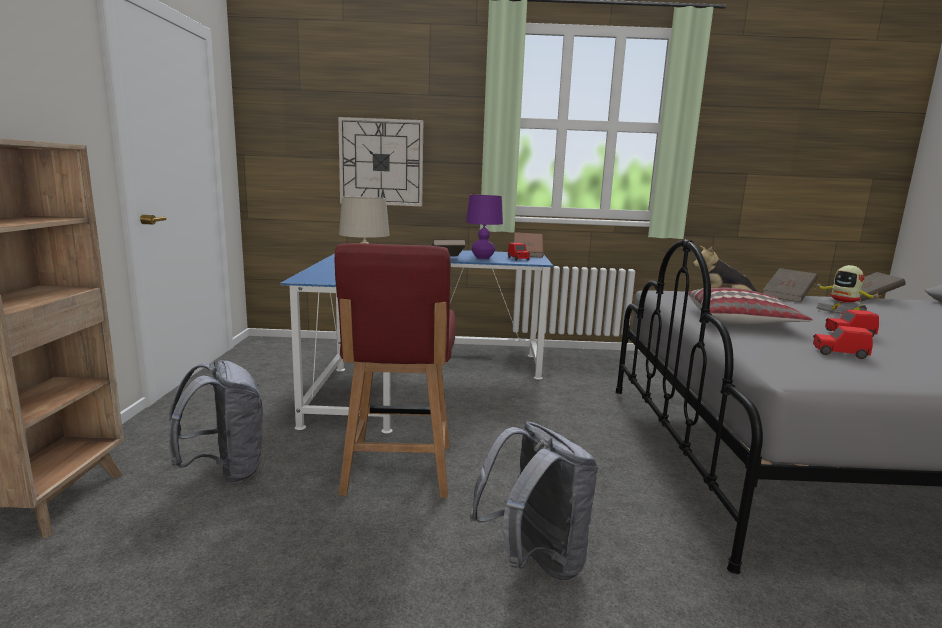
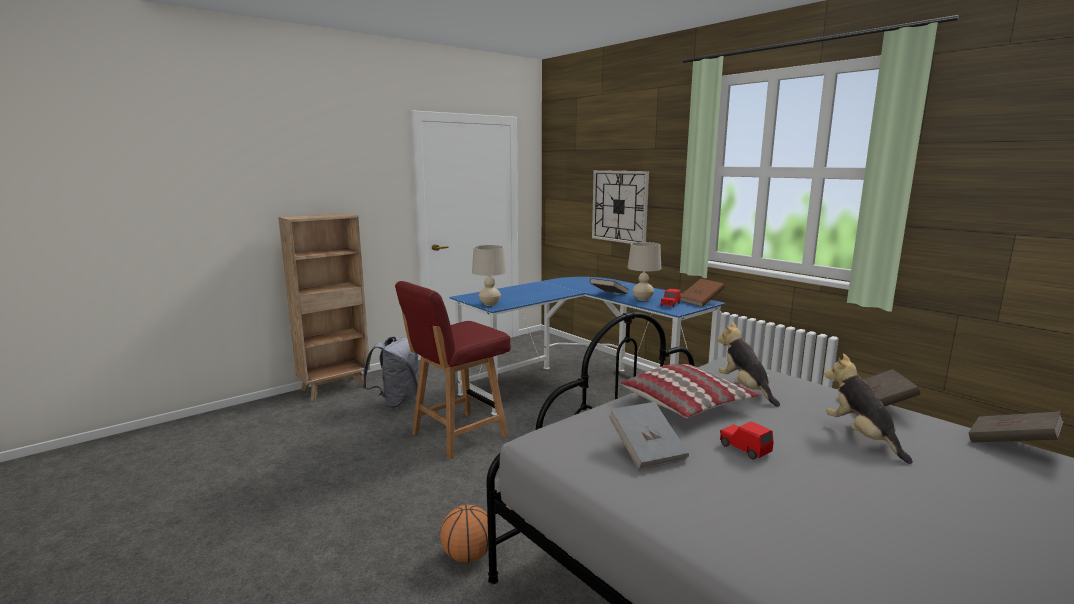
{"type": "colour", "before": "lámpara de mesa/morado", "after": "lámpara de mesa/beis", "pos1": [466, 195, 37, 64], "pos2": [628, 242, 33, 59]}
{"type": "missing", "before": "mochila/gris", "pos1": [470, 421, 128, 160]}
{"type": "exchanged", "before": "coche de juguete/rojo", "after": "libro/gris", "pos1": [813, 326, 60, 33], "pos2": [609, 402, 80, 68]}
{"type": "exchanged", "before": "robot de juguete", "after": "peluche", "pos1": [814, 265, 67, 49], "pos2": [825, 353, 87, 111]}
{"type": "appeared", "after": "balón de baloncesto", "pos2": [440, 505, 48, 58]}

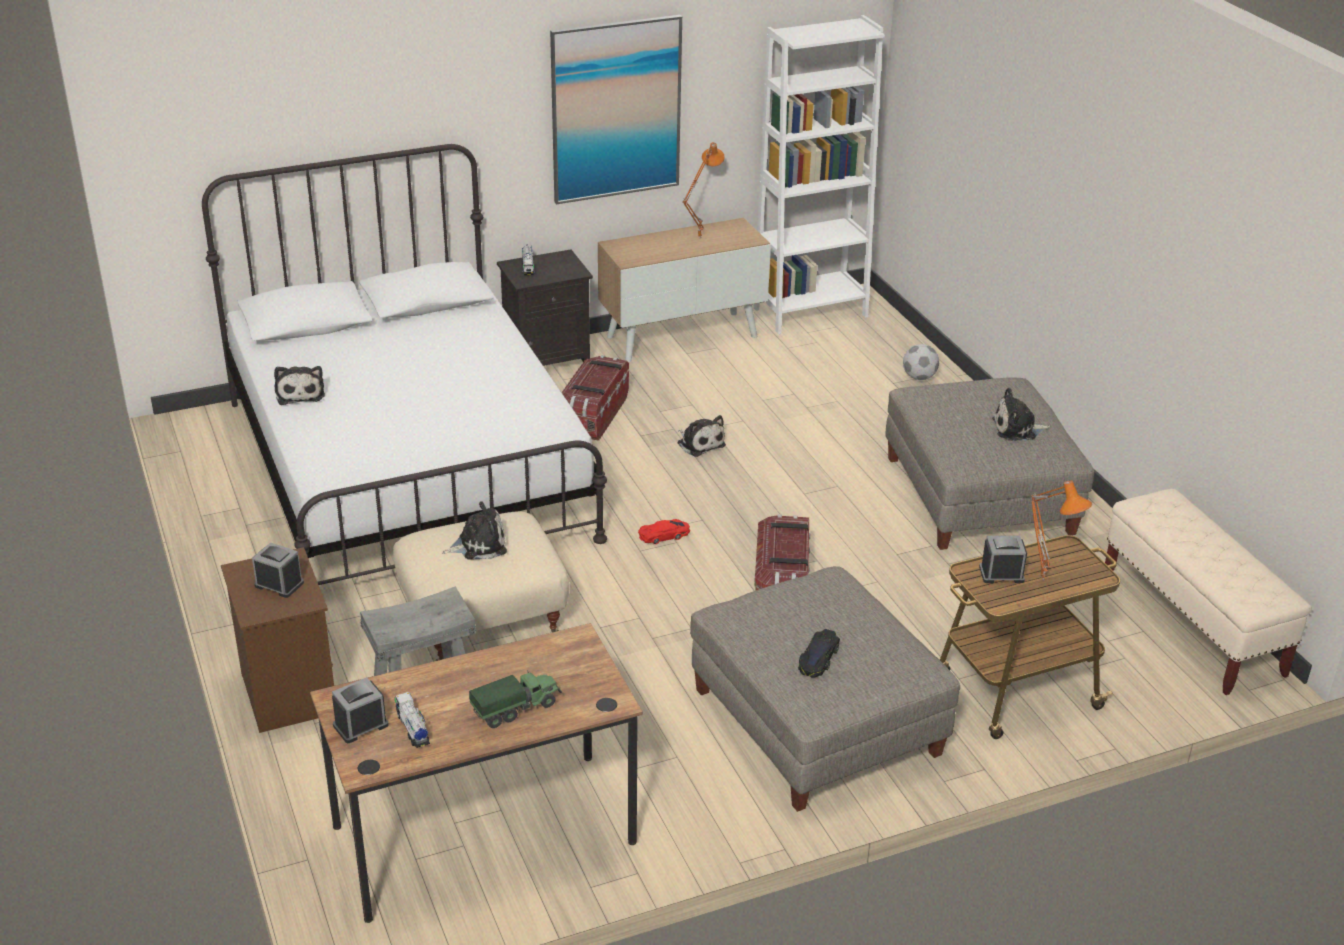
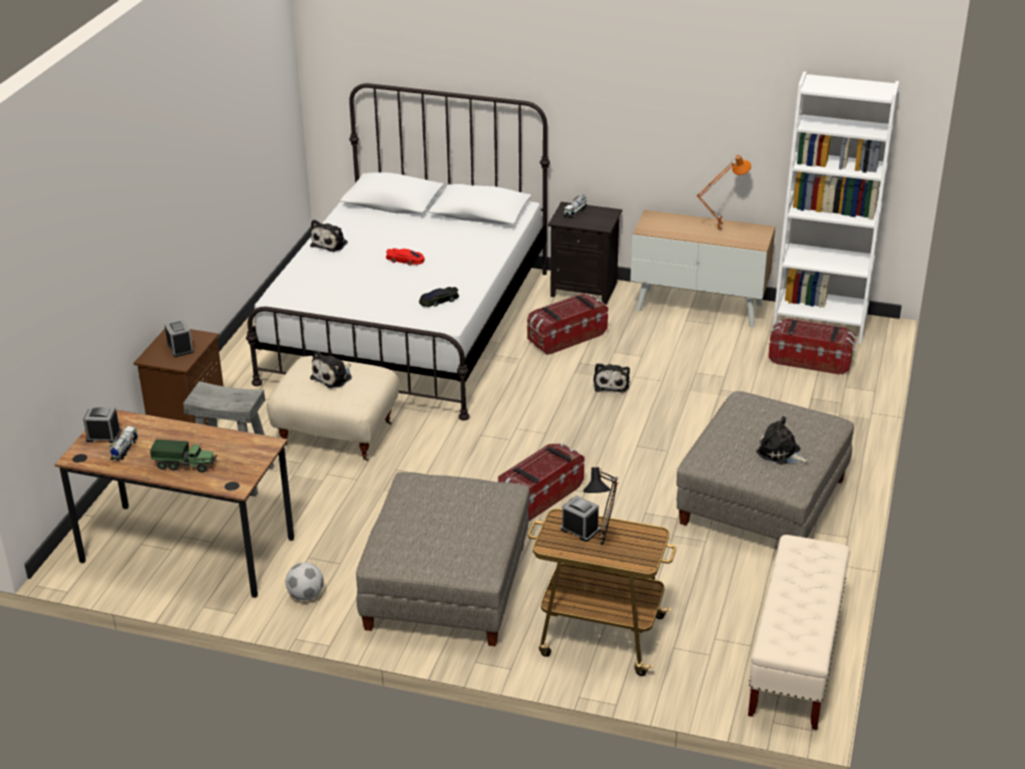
{"type": "spun", "before": "peluche", "pos1": [442, 501, 65, 58], "pos2": [310, 350, 42, 39], "turn": 105}
{"type": "missing", "before": "cuadro", "pos1": [550, 15, 132, 189]}
{"type": "relocated", "before": "coche de juguete/rojo", "pos1": [638, 519, 52, 25], "pos2": [386, 248, 39, 17]}
{"type": "relocated", "before": "coche de juguete/negro", "pos1": [798, 629, 42, 49], "pos2": [419, 287, 40, 20]}
{"type": "relocated", "before": "balón de fútbol", "pos1": [903, 344, 36, 36], "pos2": [286, 563, 38, 37]}
{"type": "colour", "before": "lámpara de mesa/naranja", "after": "lámpara de mesa/negro", "pos1": [1031, 480, 61, 101], "pos2": [583, 467, 36, 80]}
{"type": "appeared", "after": "caja de almacenaje", "pos2": [768, 318, 88, 57]}

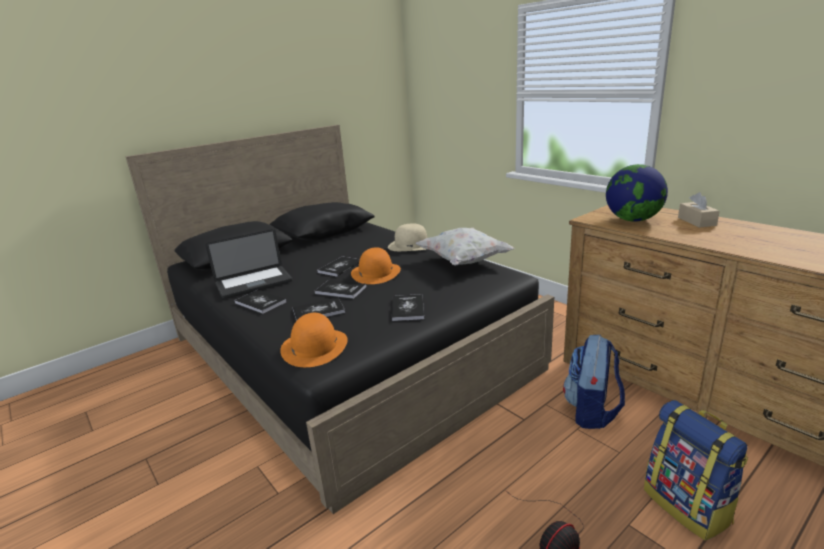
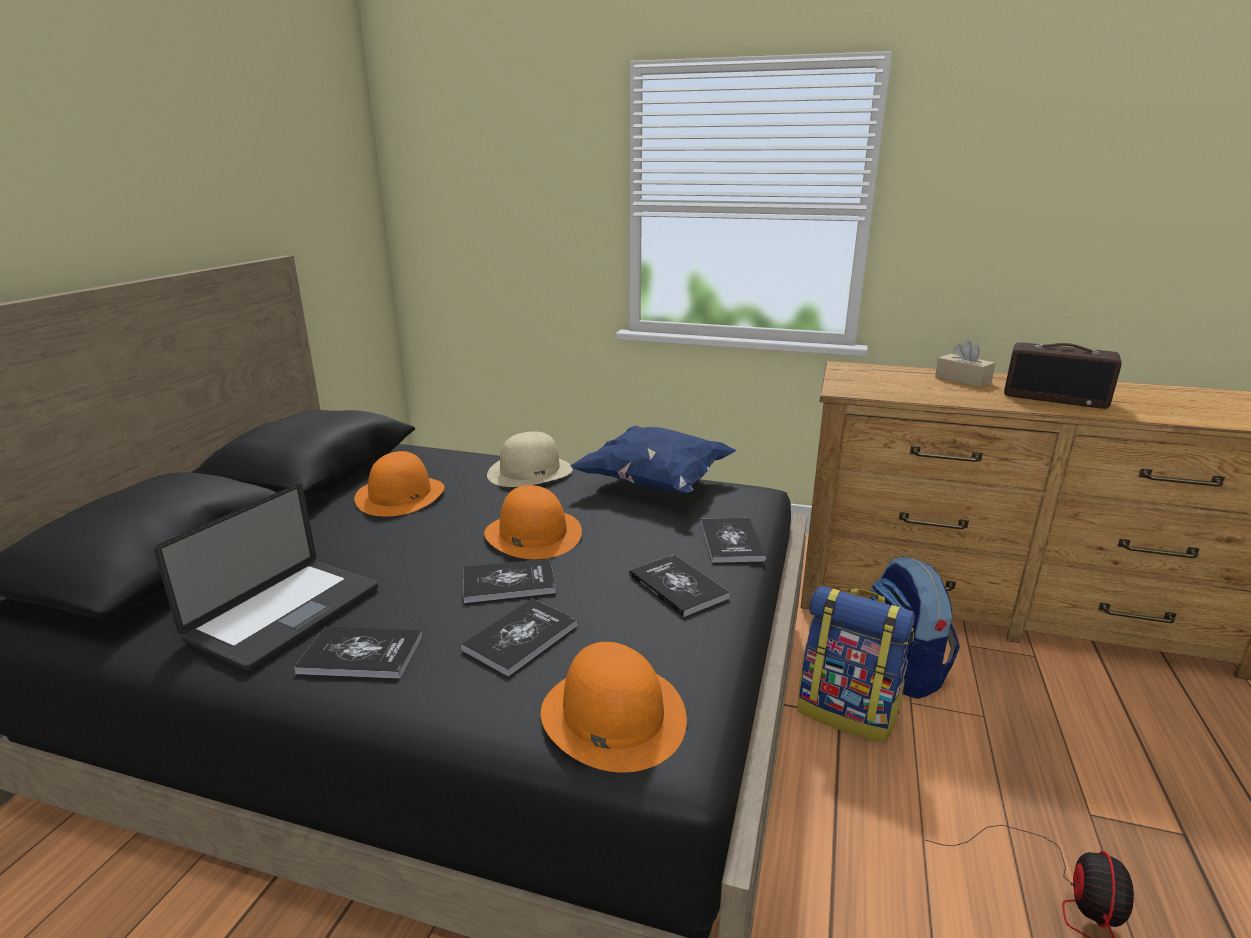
{"type": "relocated", "before": "libro", "pos1": [318, 256, 42, 21], "pos2": [701, 518, 65, 45]}
{"type": "colour", "before": "cojín/blanco", "after": "cojín/azul", "pos1": [415, 228, 99, 38], "pos2": [570, 425, 167, 69]}
{"type": "missing", "before": "globo terráqueo", "pos1": [606, 164, 62, 58]}
{"type": "relocated", "before": "mochila", "pos1": [644, 400, 105, 141], "pos2": [797, 586, 117, 158]}
{"type": "appeared", "after": "sombrero/naranja", "pos2": [354, 451, 90, 65]}
{"type": "appeared", "after": "radio", "pos2": [1004, 342, 118, 67]}

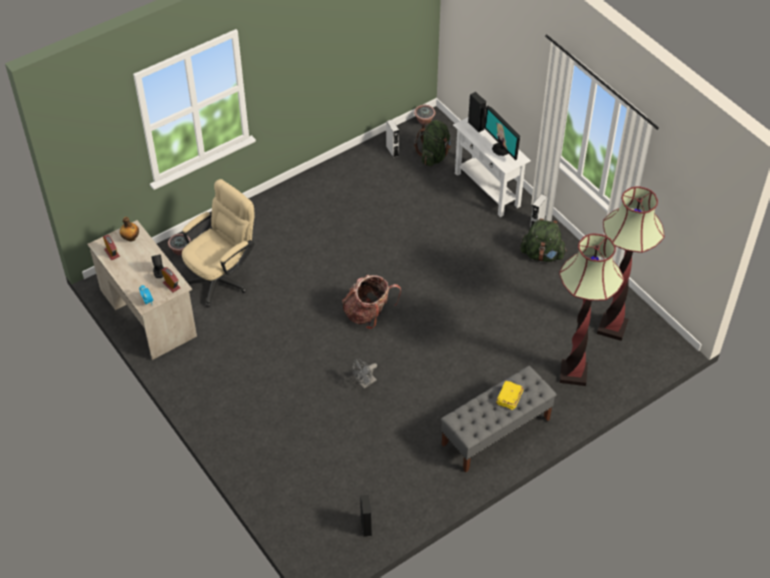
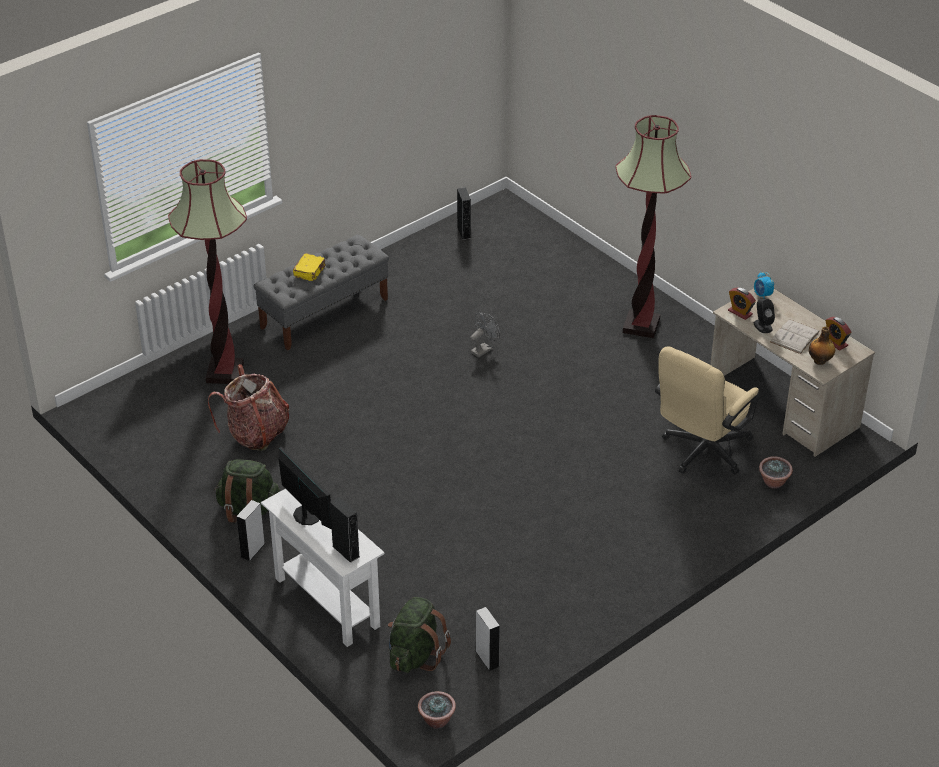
{"type": "relocated", "before": "mochila", "pos1": [342, 275, 59, 54], "pos2": [208, 364, 81, 87]}
{"type": "relocated", "before": "lámpara de pie", "pos1": [597, 186, 68, 155], "pos2": [615, 115, 76, 223]}
{"type": "appeared", "after": "libro/blanco", "pos2": [770, 319, 50, 35]}

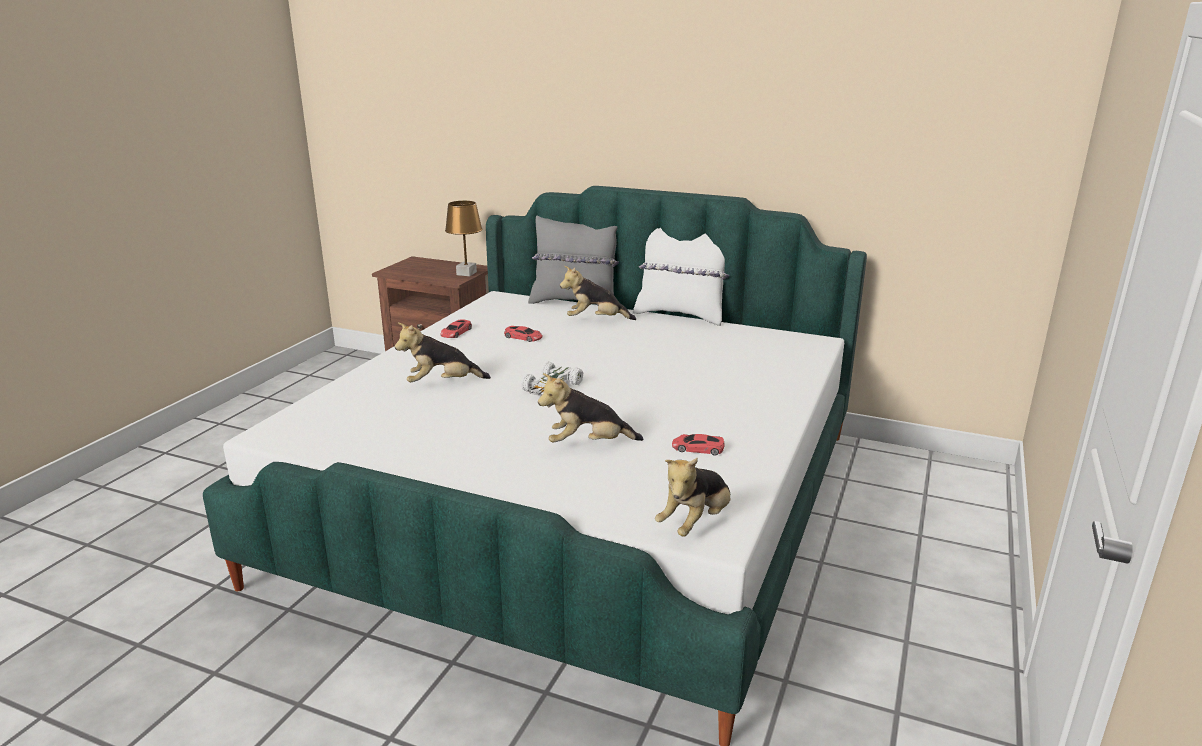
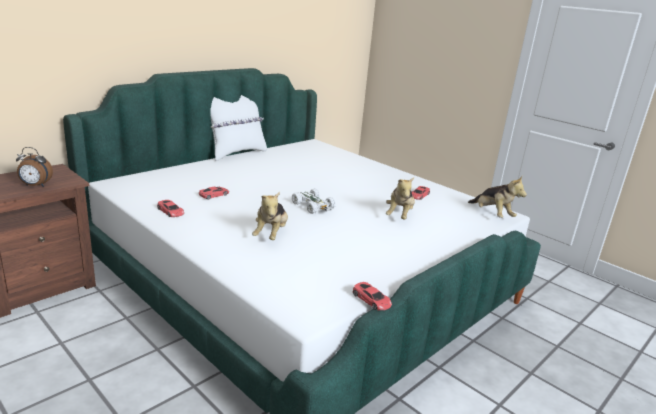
{"type": "missing", "before": "lámpara de mesa/marrón", "pos1": [445, 201, 37, 75]}
{"type": "missing", "before": "cojín/gris", "pos1": [528, 216, 91, 89]}
{"type": "missing", "before": "peluche", "pos1": [560, 266, 76, 54]}
{"type": "appeared", "after": "despertador", "pos2": [16, 147, 37, 40]}
{"type": "appeared", "after": "coche de juguete/rojo", "pos2": [353, 282, 39, 28]}

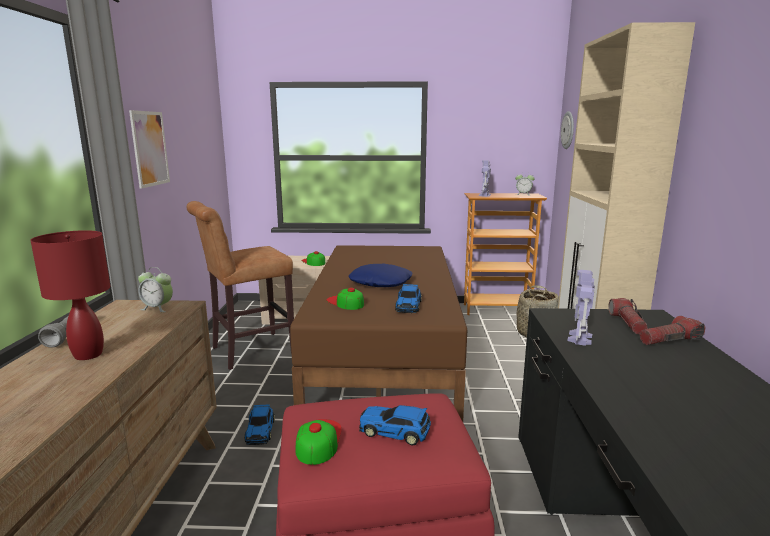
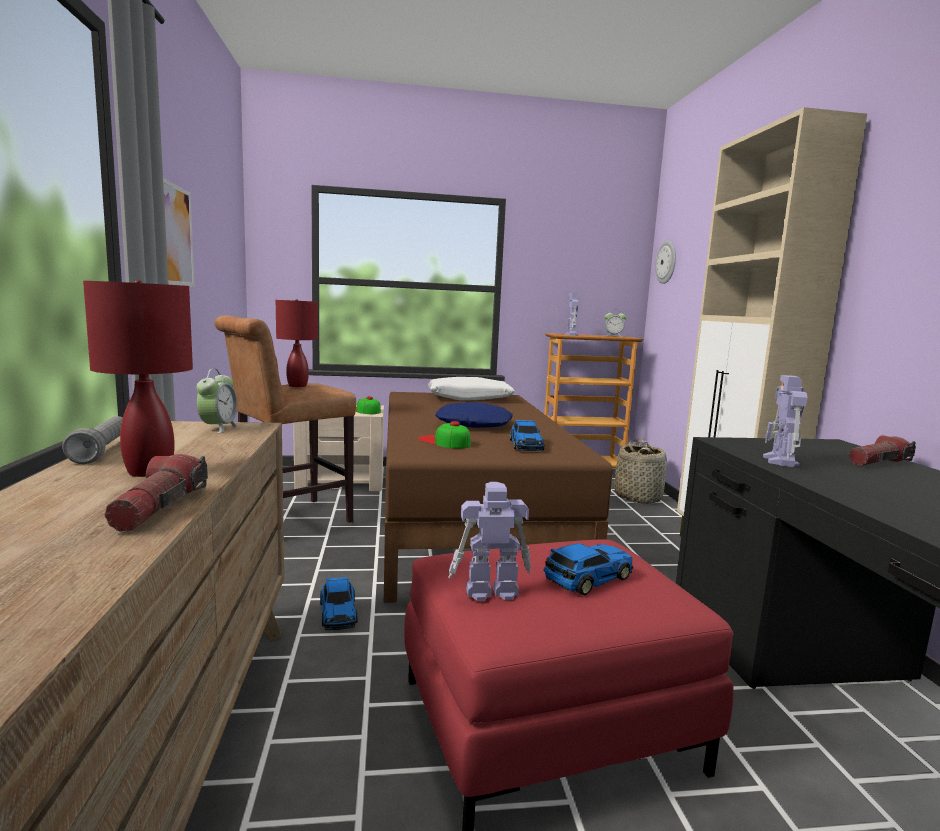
{"type": "spun", "before": "despertador", "pos1": [138, 267, 35, 45], "pos2": [197, 369, 42, 65], "turn": -90}
{"type": "exchanged", "before": "gorra", "after": "robot de juguete", "pos1": [295, 419, 47, 46], "pos2": [448, 482, 83, 119]}
{"type": "spun", "before": "coche de juguete", "pos1": [359, 405, 72, 41], "pos2": [543, 543, 90, 52], "turn": 135}
{"type": "relocated", "before": "linterna", "pos1": [608, 298, 40, 36], "pos2": [105, 454, 103, 78]}
{"type": "appeared", "after": "lámpara de mesa/rojo", "pos2": [276, 299, 42, 88]}
{"type": "appeared", "after": "cojín/blanco", "pos2": [428, 377, 87, 23]}

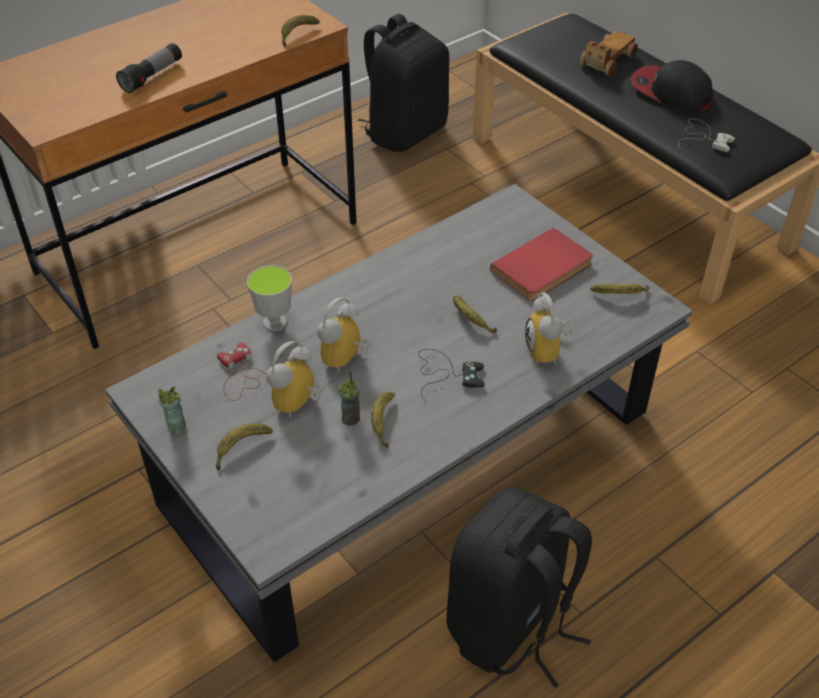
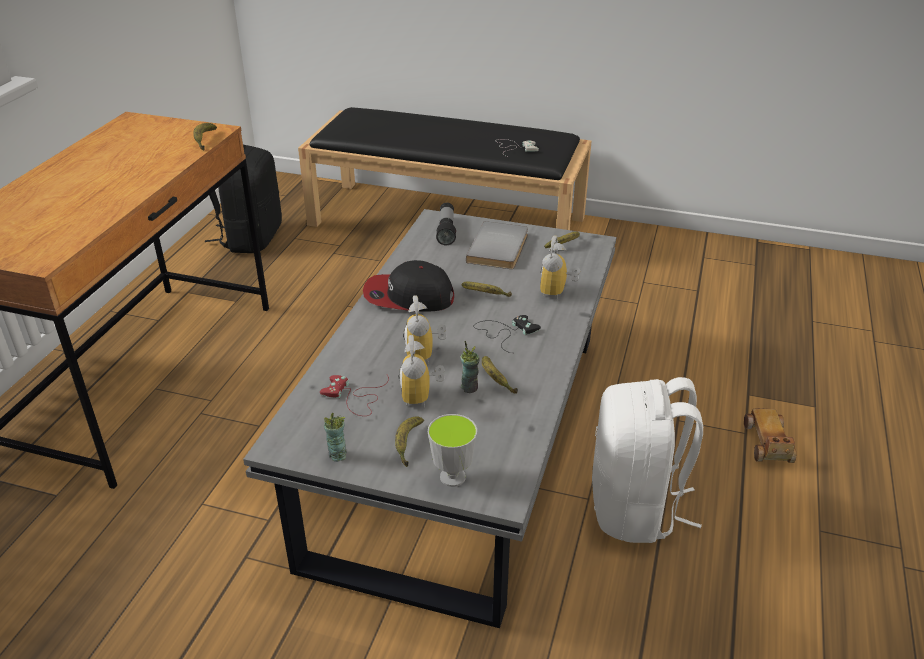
{"type": "relocated", "before": "linterna", "pos1": [116, 43, 66, 50], "pos2": [436, 203, 20, 42]}
{"type": "relocated", "before": "taza", "pos1": [247, 265, 45, 66], "pos2": [428, 414, 49, 73]}
{"type": "colour", "before": "mochila/negro", "after": "mochila/blanco", "pos1": [447, 487, 145, 201], "pos2": [592, 377, 111, 166]}
{"type": "colour", "before": "libro/rojo", "after": "libro/gris", "pos1": [490, 228, 103, 73], "pos2": [466, 221, 62, 48]}
{"type": "spun", "before": "despertador", "pos1": [525, 292, 49, 73], "pos2": [540, 236, 40, 65], "turn": 60}
{"type": "relocated", "before": "coche de juguete", "pos1": [579, 31, 59, 45], "pos2": [744, 409, 52, 54]}
{"type": "relocated", "before": "gorra", "pos1": [631, 60, 82, 53], "pos2": [363, 260, 91, 52]}

